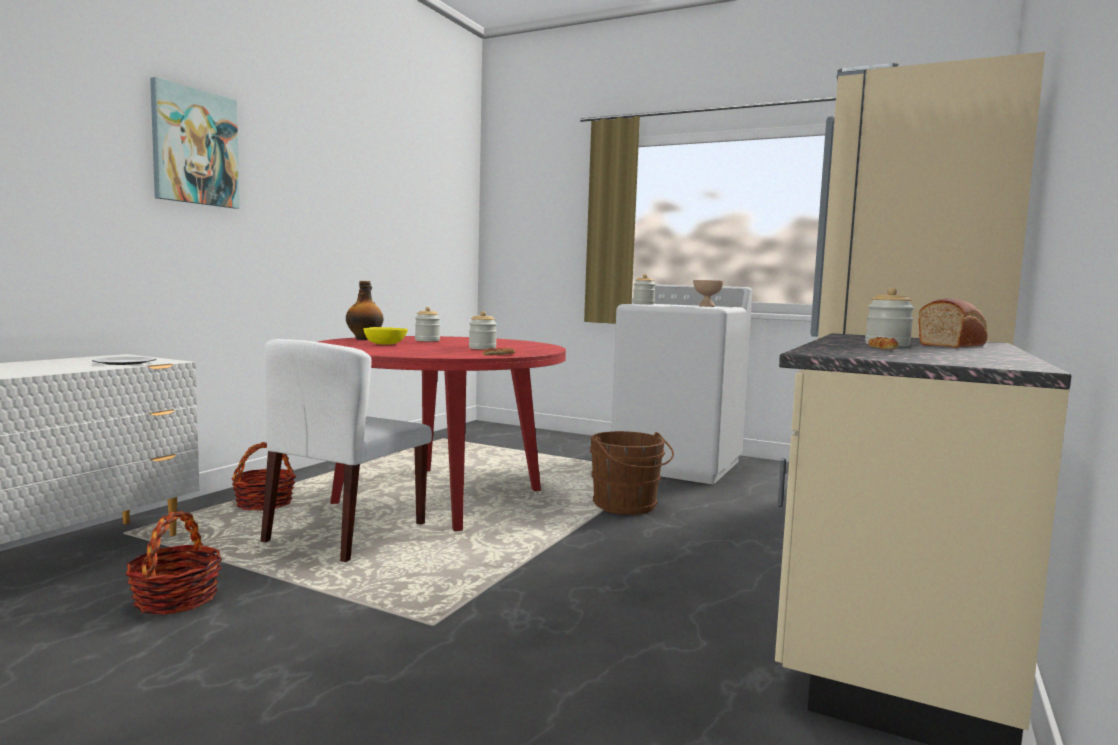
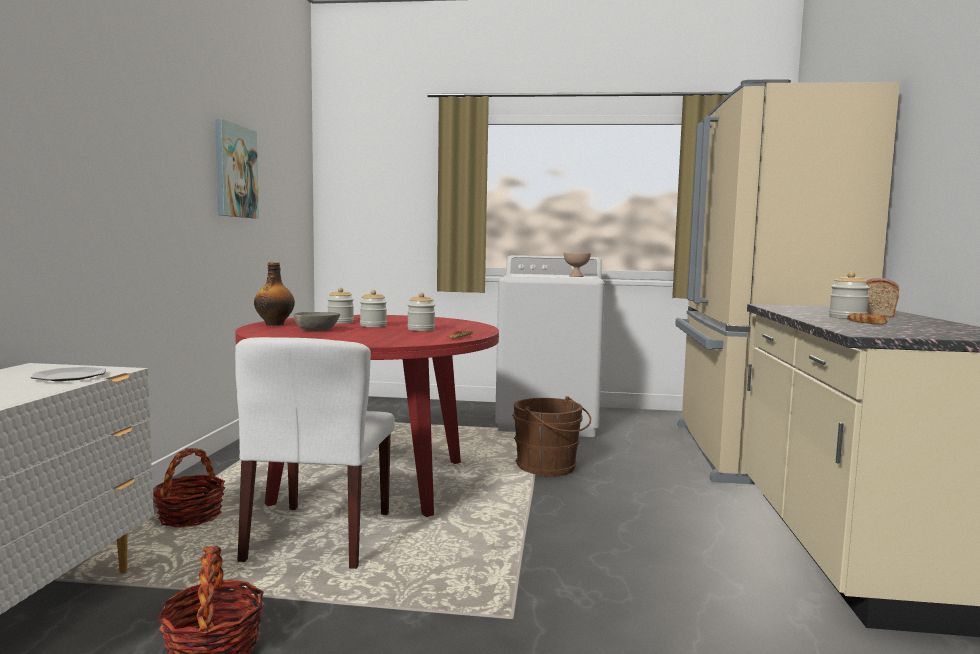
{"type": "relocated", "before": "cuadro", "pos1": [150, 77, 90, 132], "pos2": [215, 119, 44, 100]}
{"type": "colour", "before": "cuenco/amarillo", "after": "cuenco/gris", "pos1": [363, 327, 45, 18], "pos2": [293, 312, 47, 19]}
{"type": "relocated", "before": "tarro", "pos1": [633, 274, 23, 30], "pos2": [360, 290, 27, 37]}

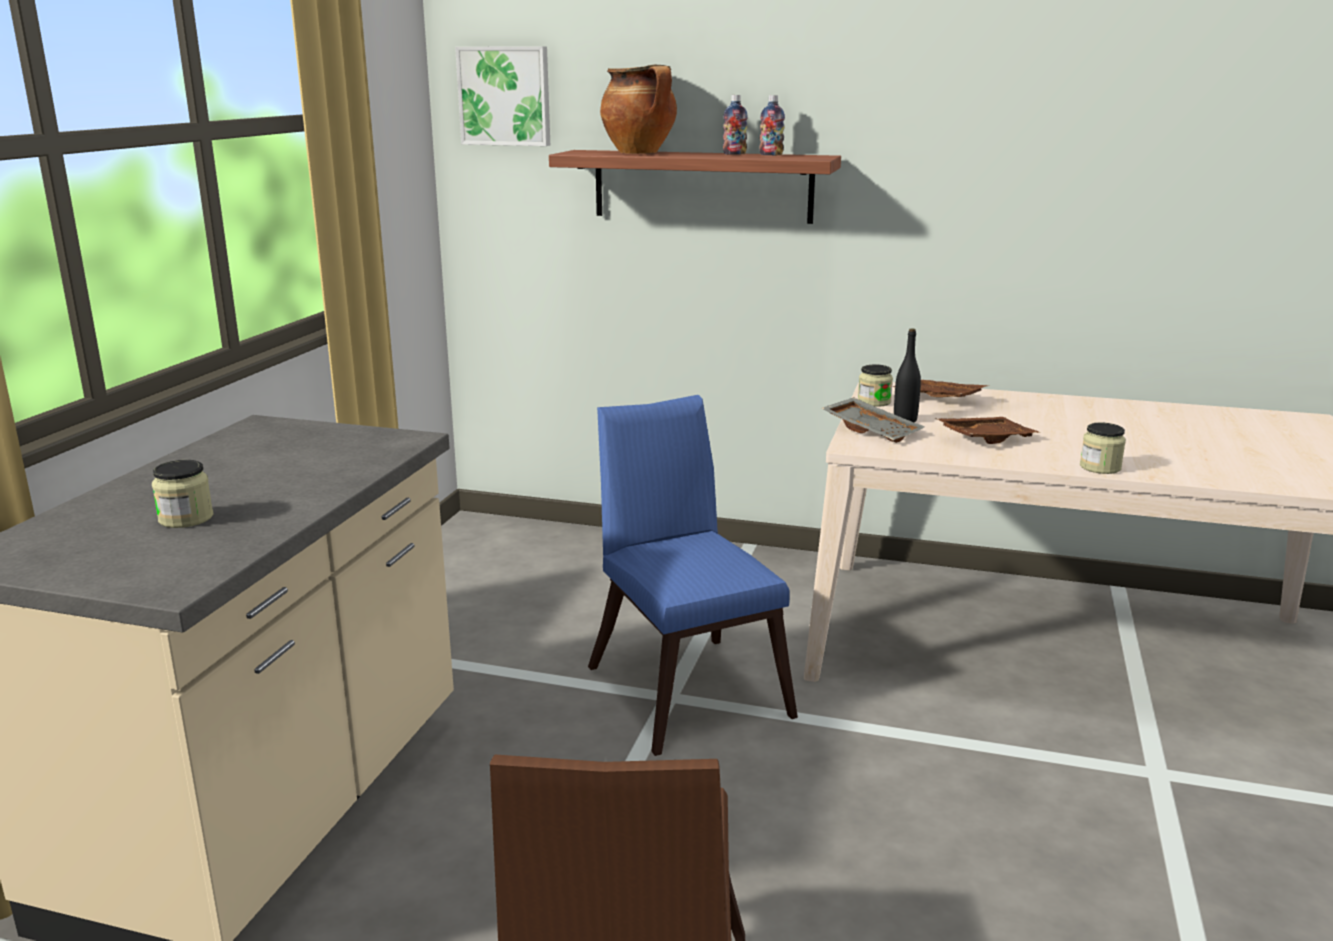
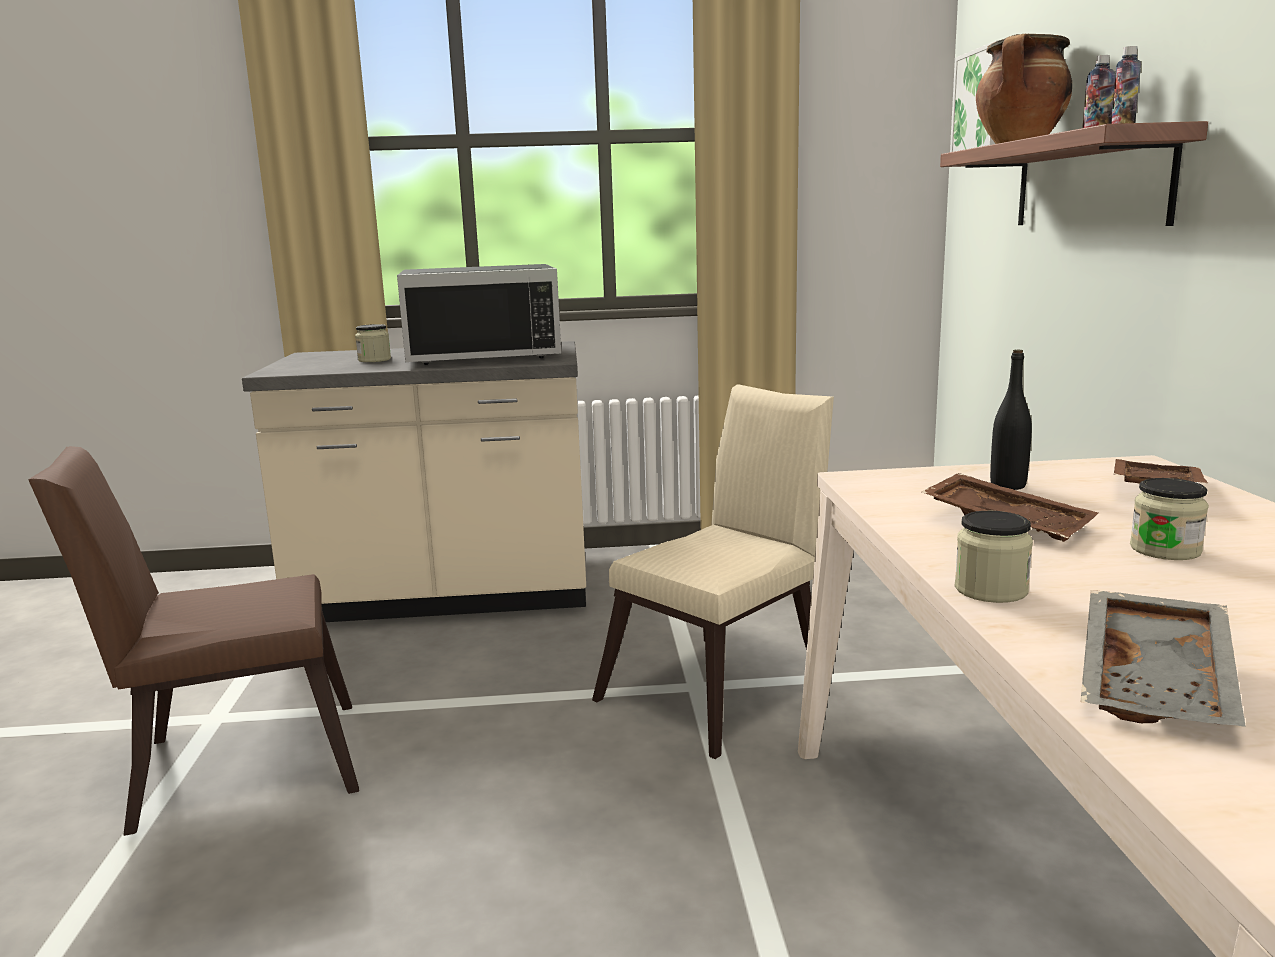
{"type": "colour", "before": "silla/azul", "after": "silla/beis", "pos1": [588, 395, 210, 361], "pos2": [592, 384, 242, 375]}
{"type": "relocated", "before": "bandeja/gris", "pos1": [821, 397, 104, 46], "pos2": [1081, 590, 165, 137]}
{"type": "relocated", "before": "tarro", "pos1": [858, 365, 35, 42], "pos2": [1130, 478, 79, 82]}
{"type": "appeared", "after": "microondas/negro", "pos2": [397, 264, 164, 101]}

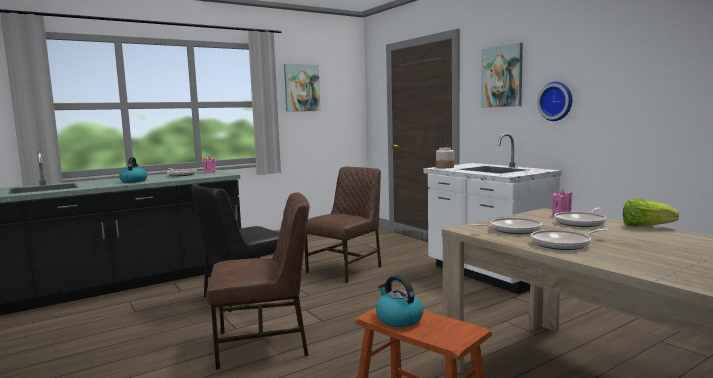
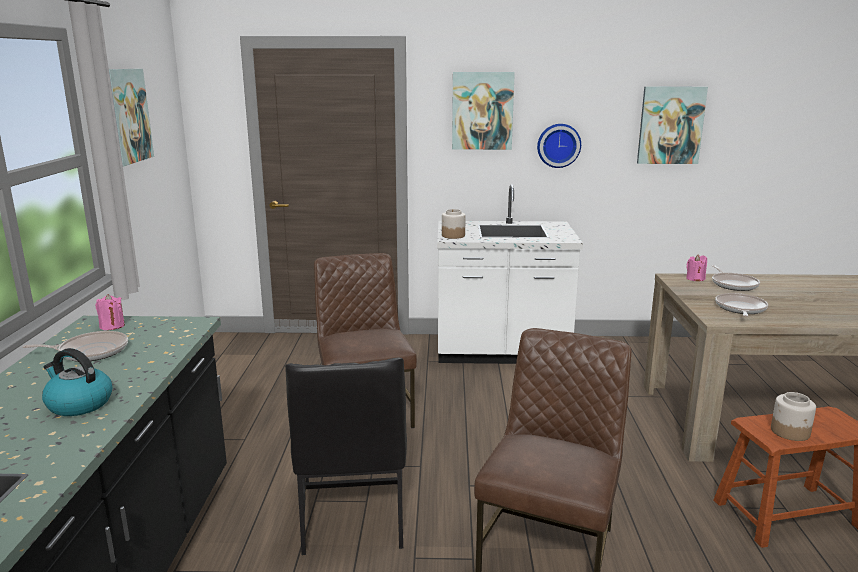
{"type": "exchanged", "before": "hervidor", "after": "tarro", "pos1": [376, 275, 48, 52], "pos2": [771, 392, 45, 49]}
{"type": "missing", "before": "sartén", "pos1": [531, 229, 77, 21]}
{"type": "missing", "before": "lechuga", "pos1": [623, 198, 56, 29]}
{"type": "appeared", "after": "cuadro", "pos2": [637, 87, 71, 77]}

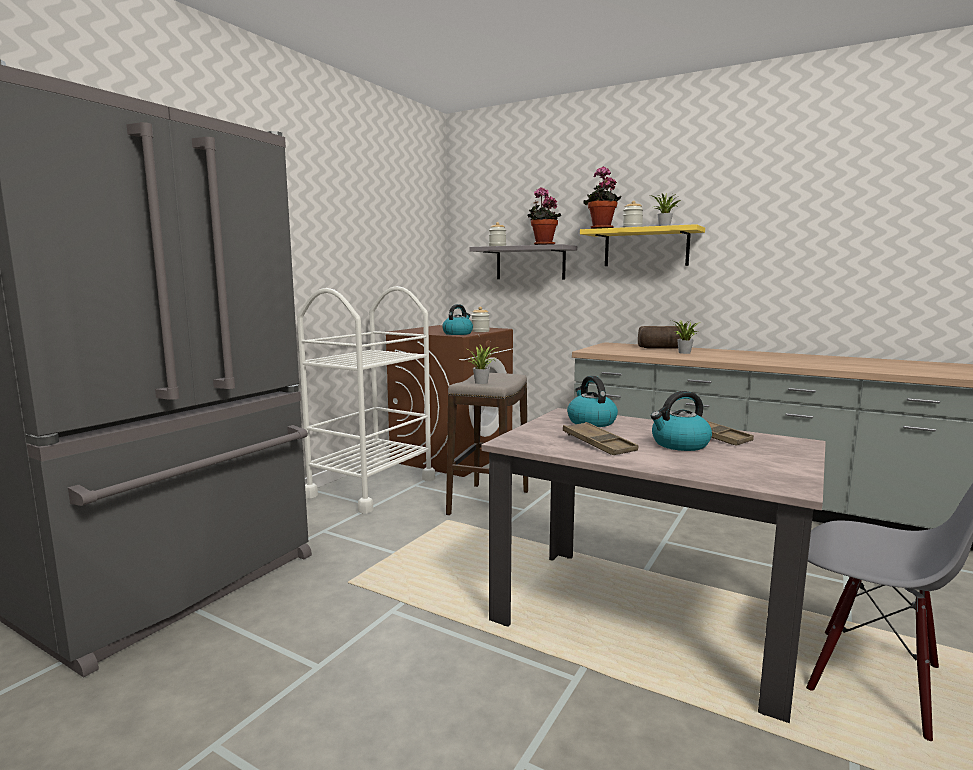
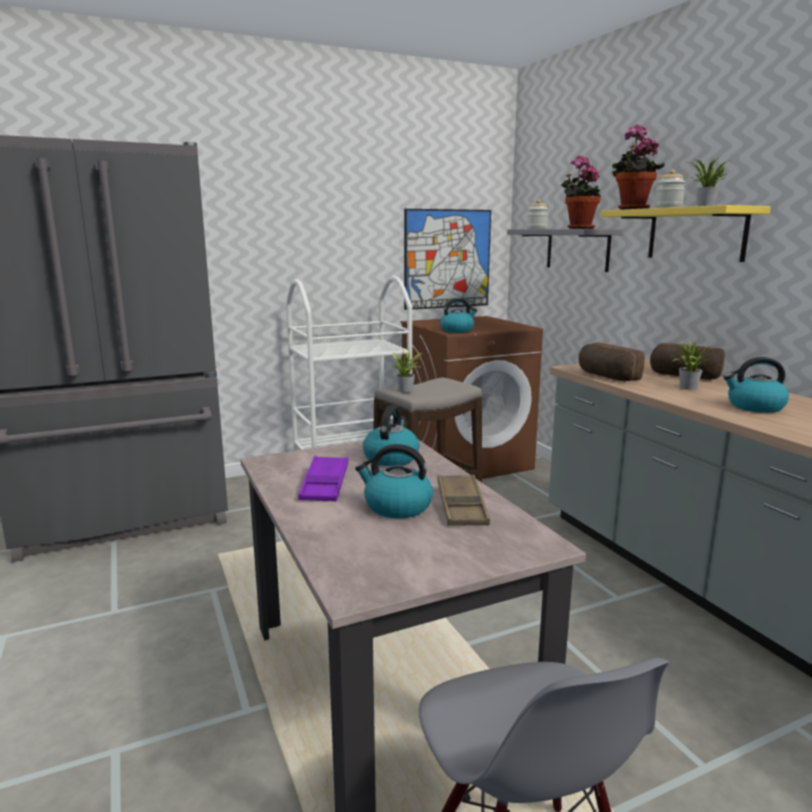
{"type": "missing", "before": "tarro", "pos1": [471, 307, 19, 25]}
{"type": "colour", "before": "bandeja/marrón", "after": "bandeja/morado", "pos1": [563, 422, 75, 33], "pos2": [298, 456, 50, 45]}
{"type": "appeared", "after": "cuadro", "pos2": [404, 209, 87, 101]}
{"type": "appeared", "after": "pan", "pos2": [579, 342, 66, 39]}
{"type": "appeared", "after": "hervidor", "pos2": [723, 357, 66, 56]}

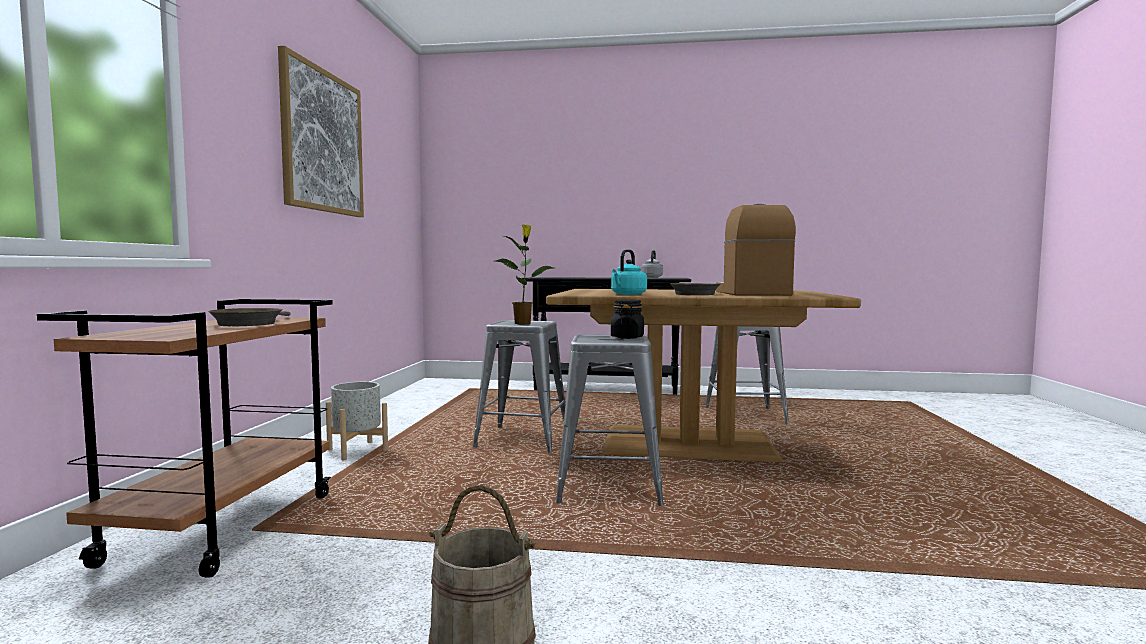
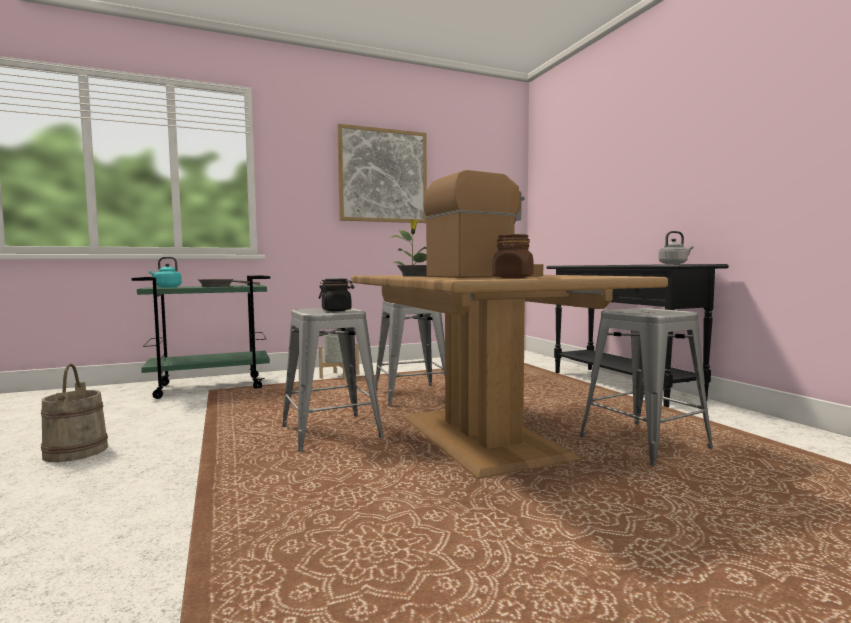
{"type": "colour", "before": "carrito/marrón", "after": "carrito/verde", "pos1": [37, 299, 296, 279], "pos2": [132, 276, 138, 123]}
{"type": "relocated", "before": "hervidor/turquesa", "pos1": [611, 249, 36, 46], "pos2": [149, 257, 33, 31]}
{"type": "appeared", "after": "tarro/marrón", "pos2": [492, 234, 41, 44]}

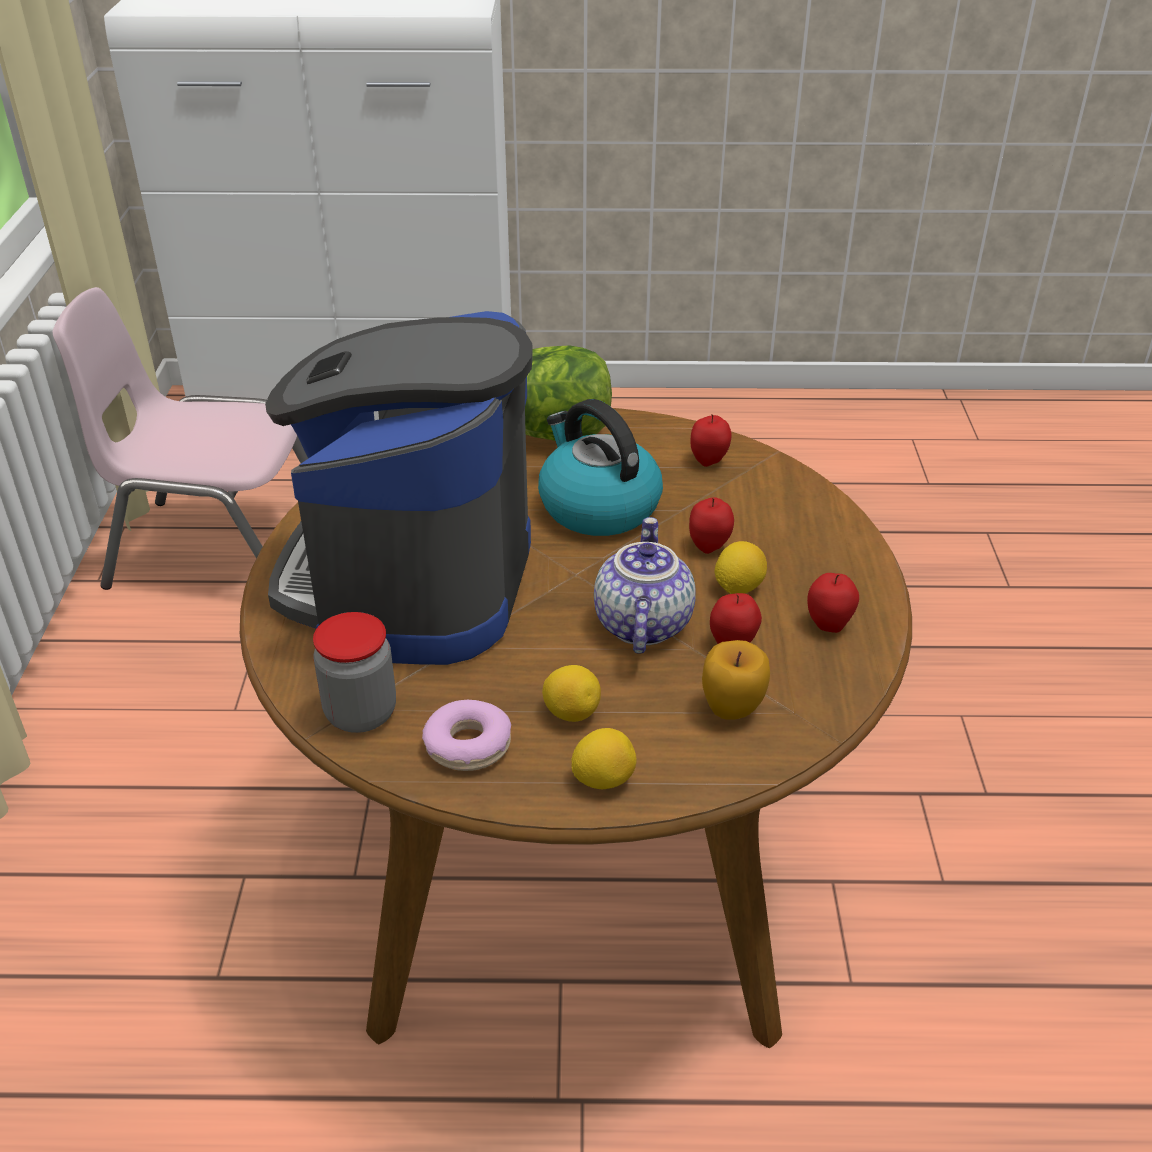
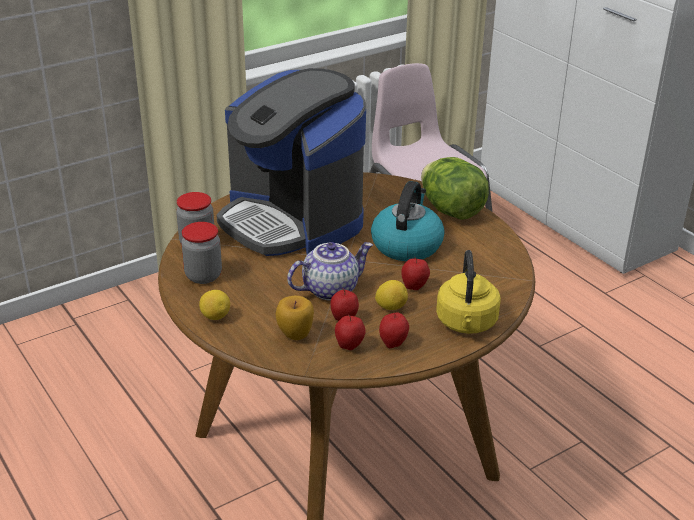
{"type": "spun", "before": "cafetera", "pos1": [265, 311, 268, 354], "pos2": [216, 68, 150, 188], "turn": -105}
{"type": "exchanged", "before": "rosquilla", "after": "tarro", "pos1": [422, 700, 89, 71], "pos2": [181, 222, 41, 62]}
{"type": "missing", "before": "limón", "pos1": [542, 665, 59, 57]}
{"type": "relocated", "before": "manzana", "pos1": [691, 414, 41, 53], "pos2": [335, 315, 31, 35]}
{"type": "appeared", "after": "hervidor/amarillo", "pos2": [436, 250, 65, 84]}

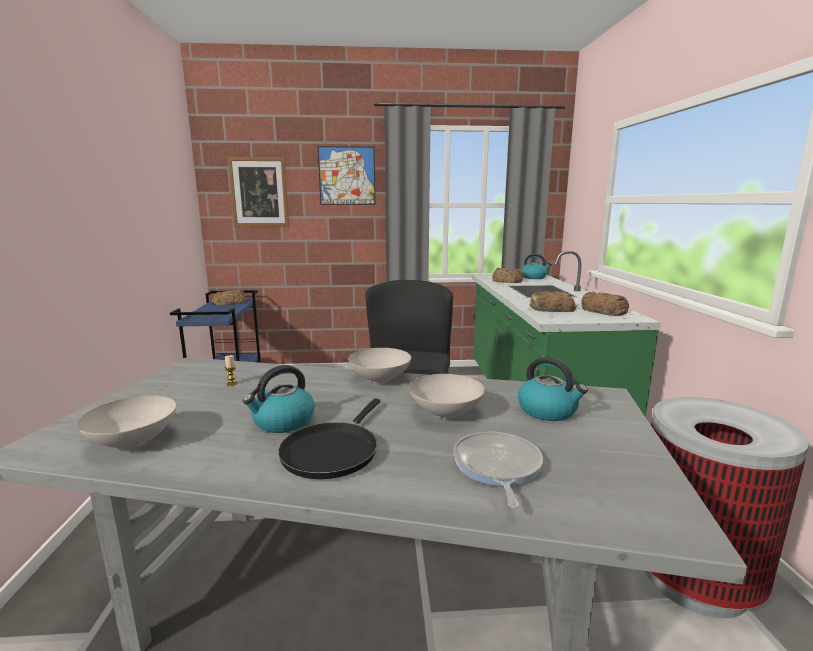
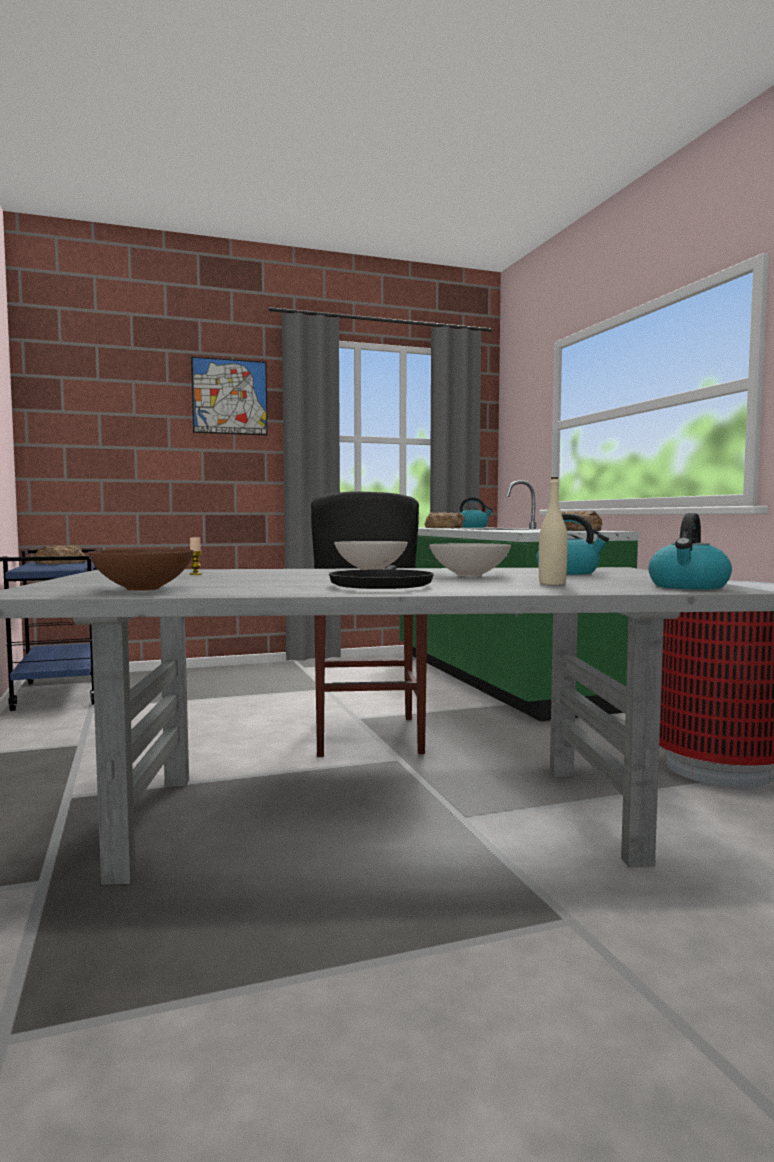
{"type": "colour", "before": "cuenco/blanco", "after": "cuenco/marrón", "pos1": [76, 395, 100, 54], "pos2": [88, 549, 106, 42]}
{"type": "missing", "before": "cuadro", "pos1": [227, 157, 62, 70]}
{"type": "relocated", "before": "hervidor", "pos1": [242, 365, 73, 68], "pos2": [648, 513, 84, 77]}
{"type": "exchanged", "before": "sartén", "after": "botella/beis", "pos1": [453, 432, 90, 77], "pos2": [539, 477, 29, 108]}
{"type": "missing", "before": "pan", "pos1": [530, 291, 47, 21]}

